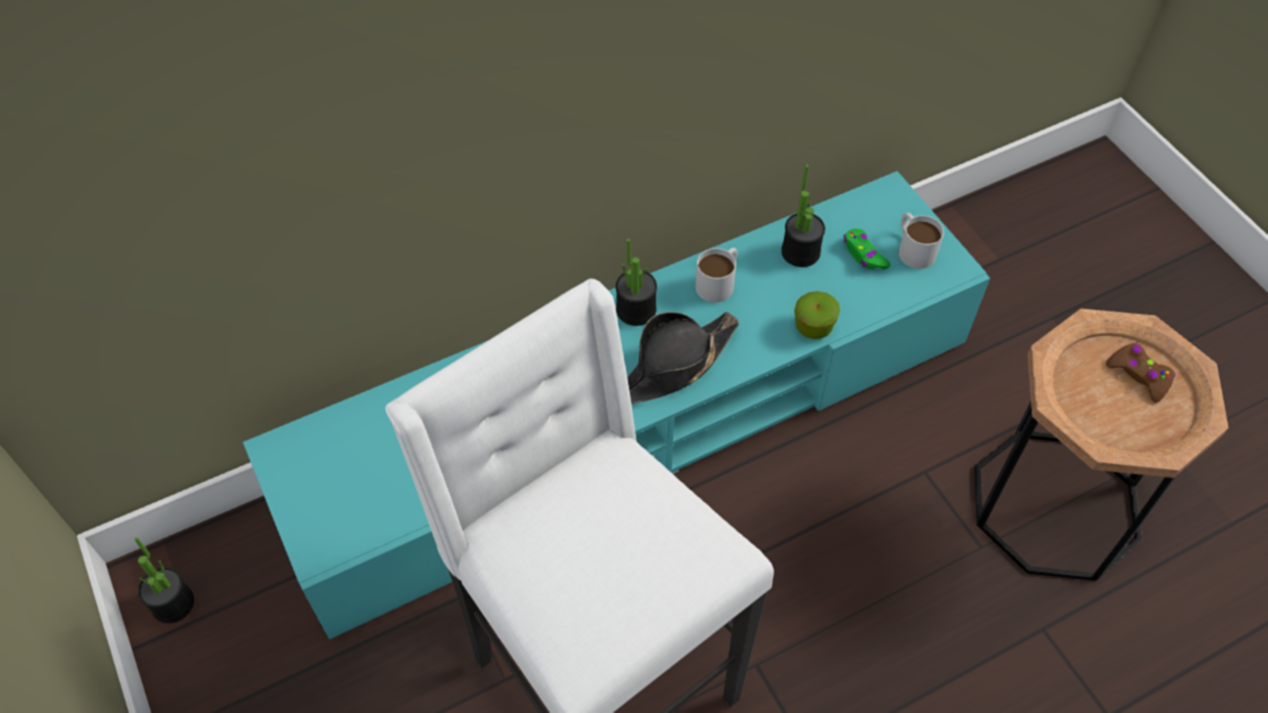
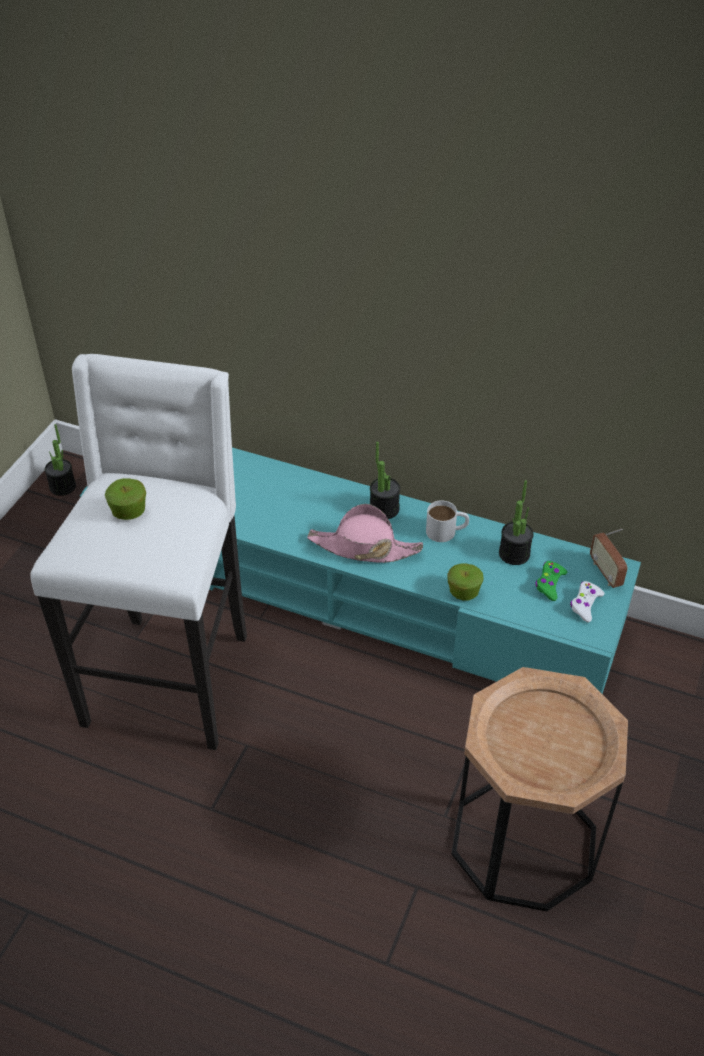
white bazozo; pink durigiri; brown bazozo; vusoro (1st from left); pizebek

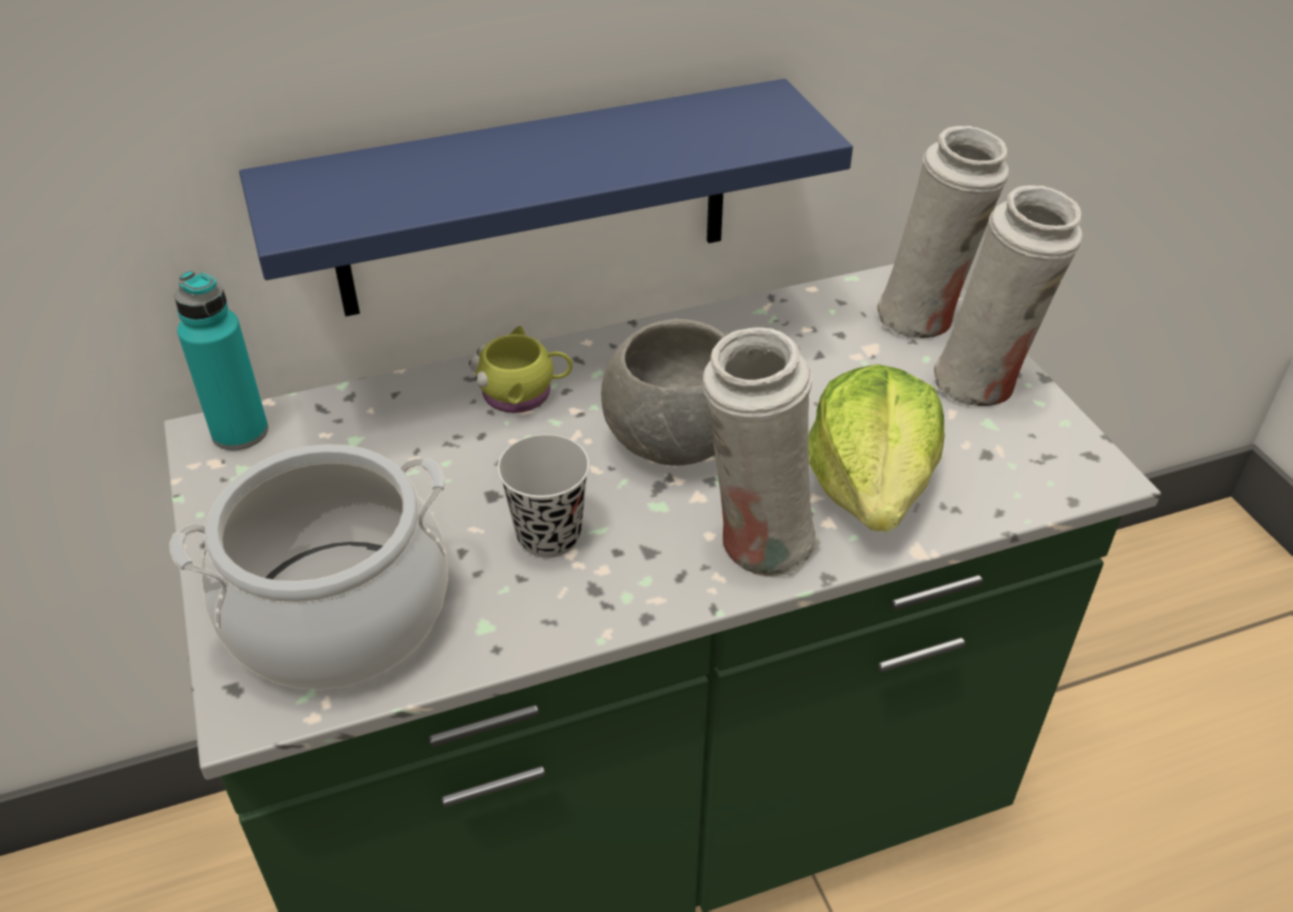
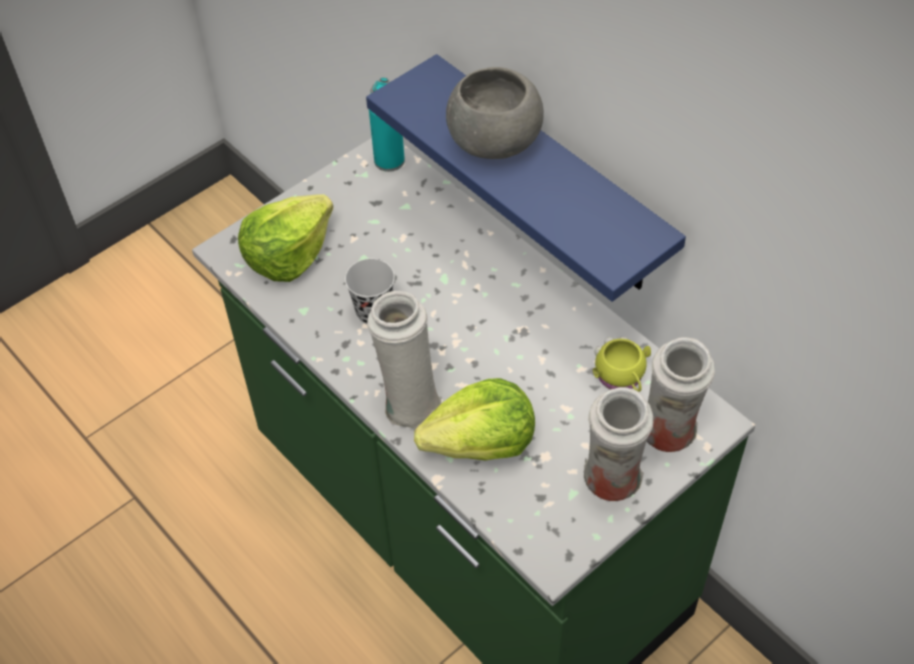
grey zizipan; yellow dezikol; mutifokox (1st from left)

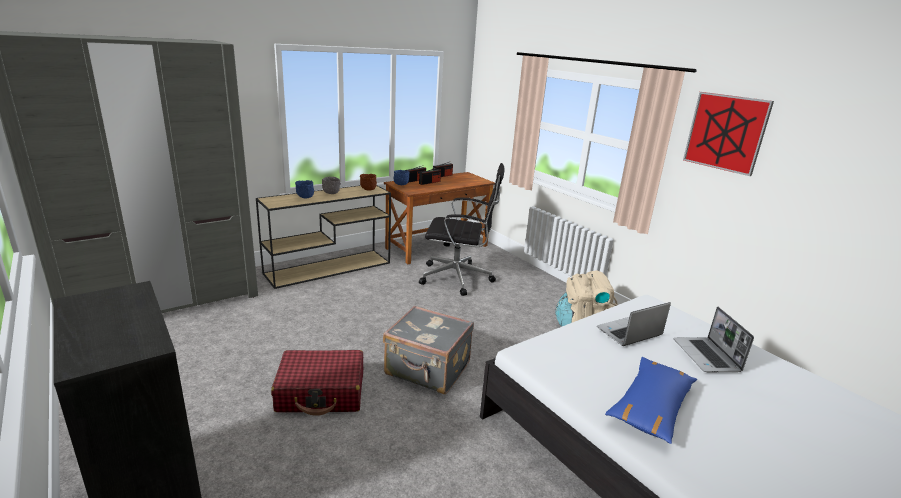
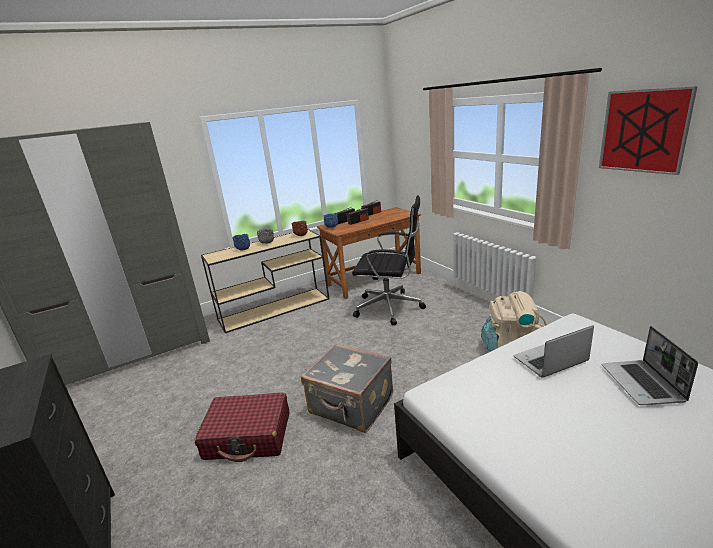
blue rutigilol

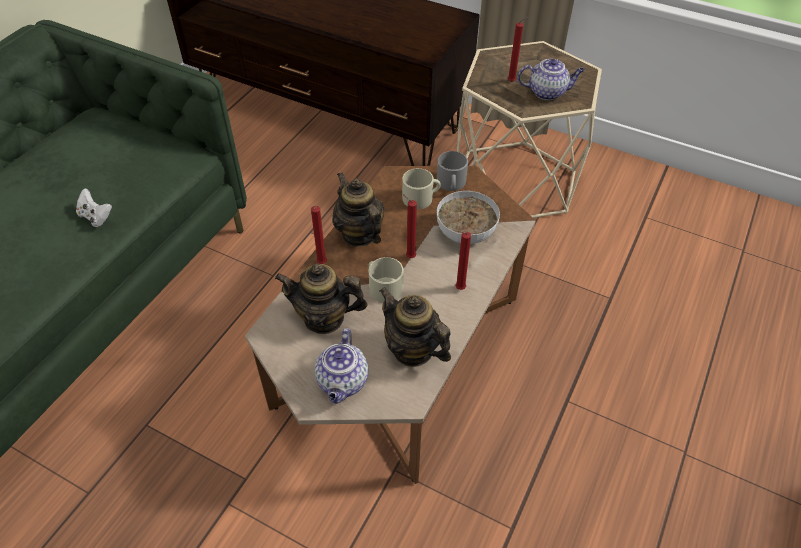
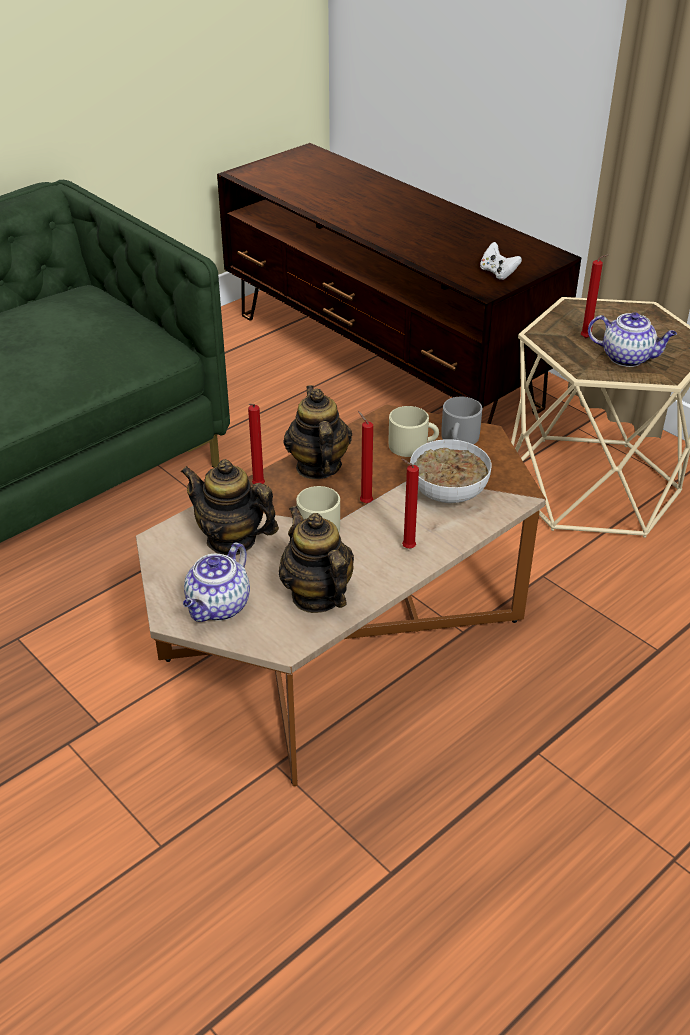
white bazozo

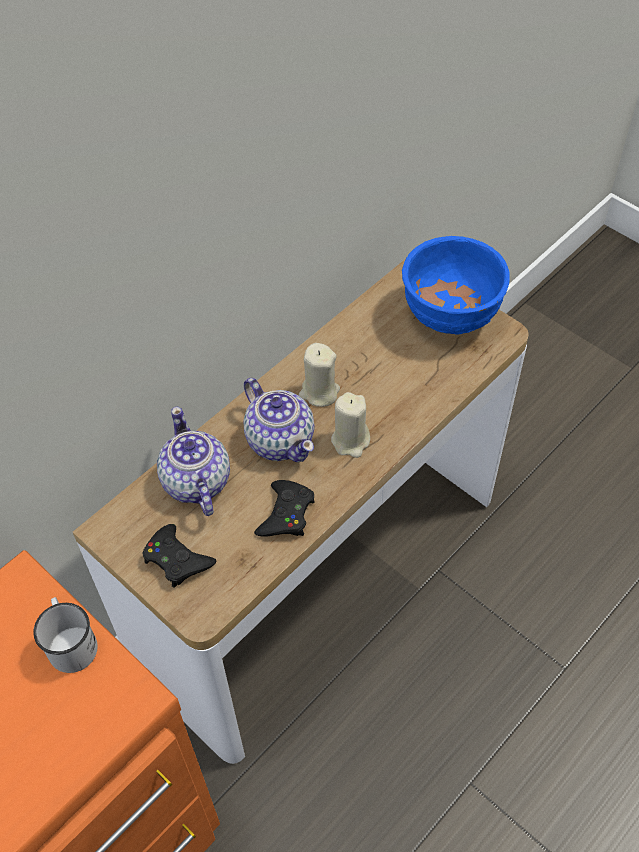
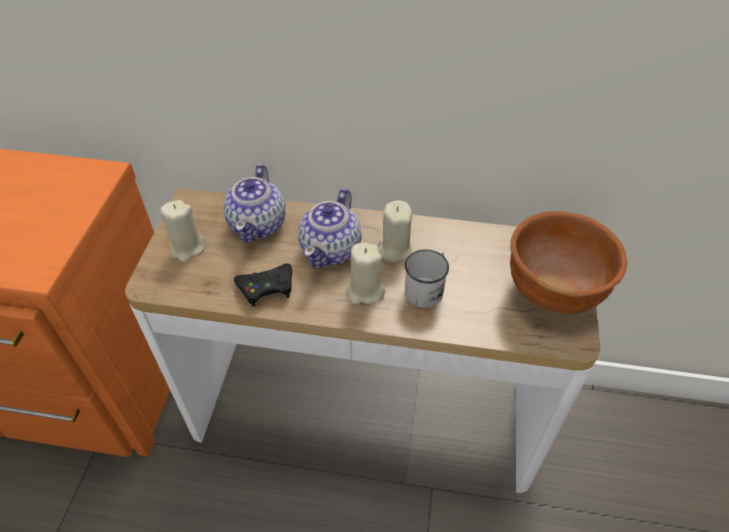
brown zizipan; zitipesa (1st from left); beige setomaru (1st from left); white dezikol

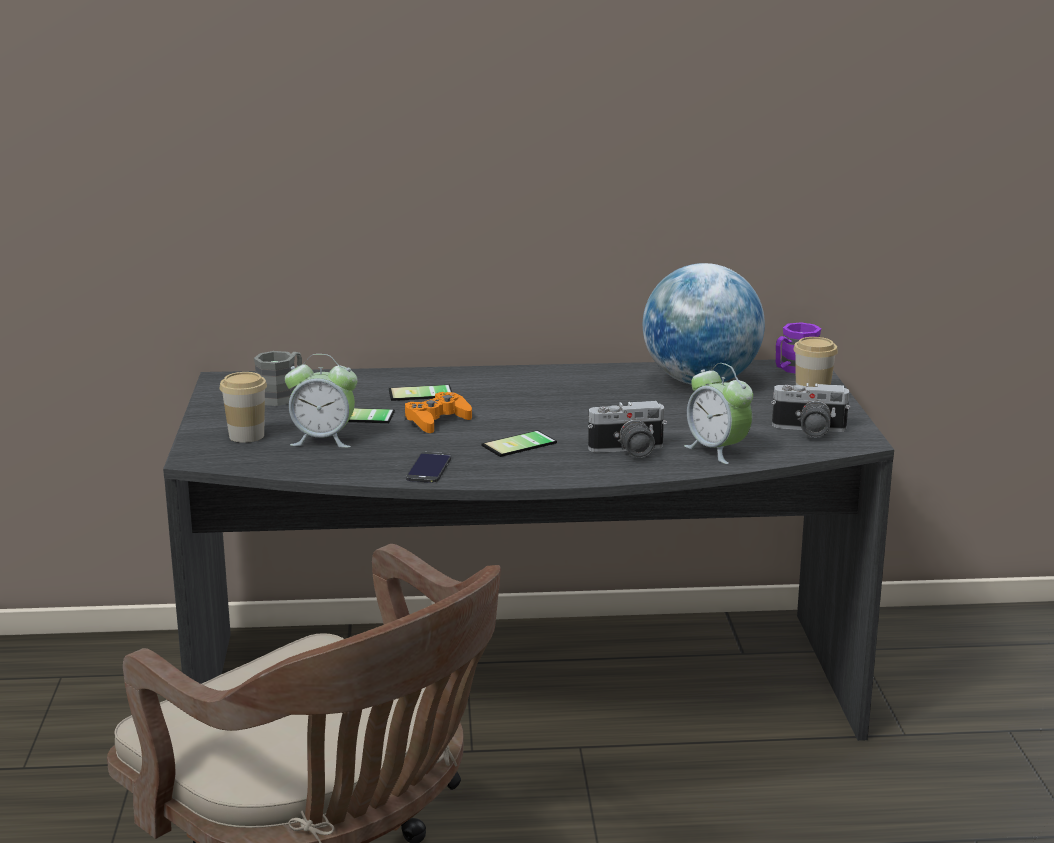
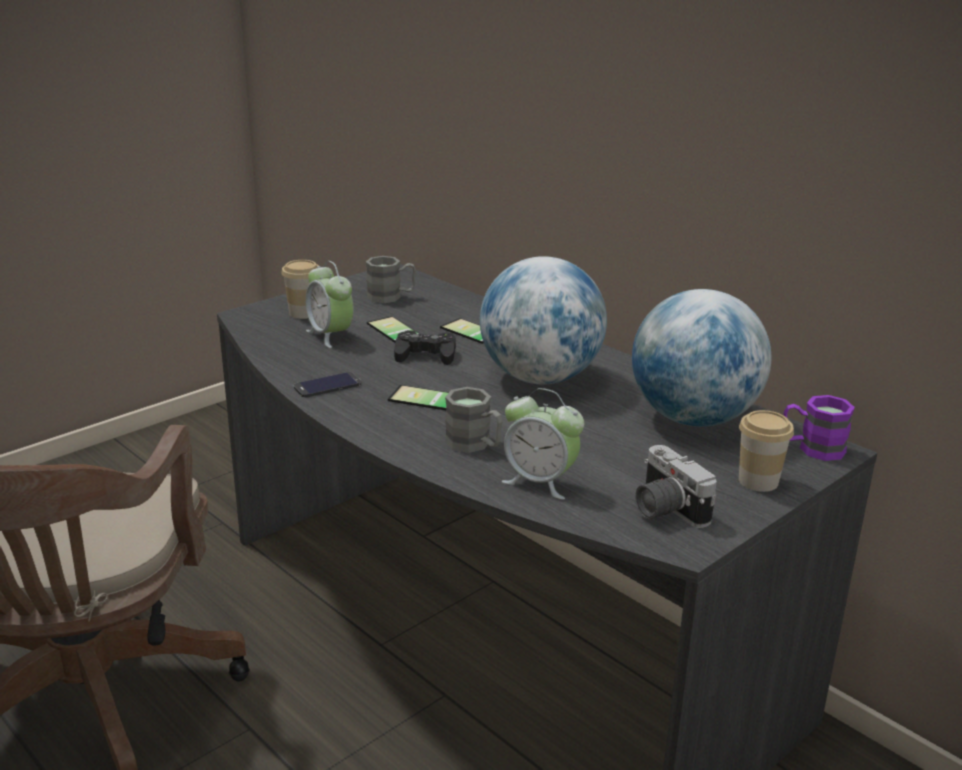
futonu (2nd from left); black bazozo; grey dezikol (2nd from left); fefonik (1st from left)

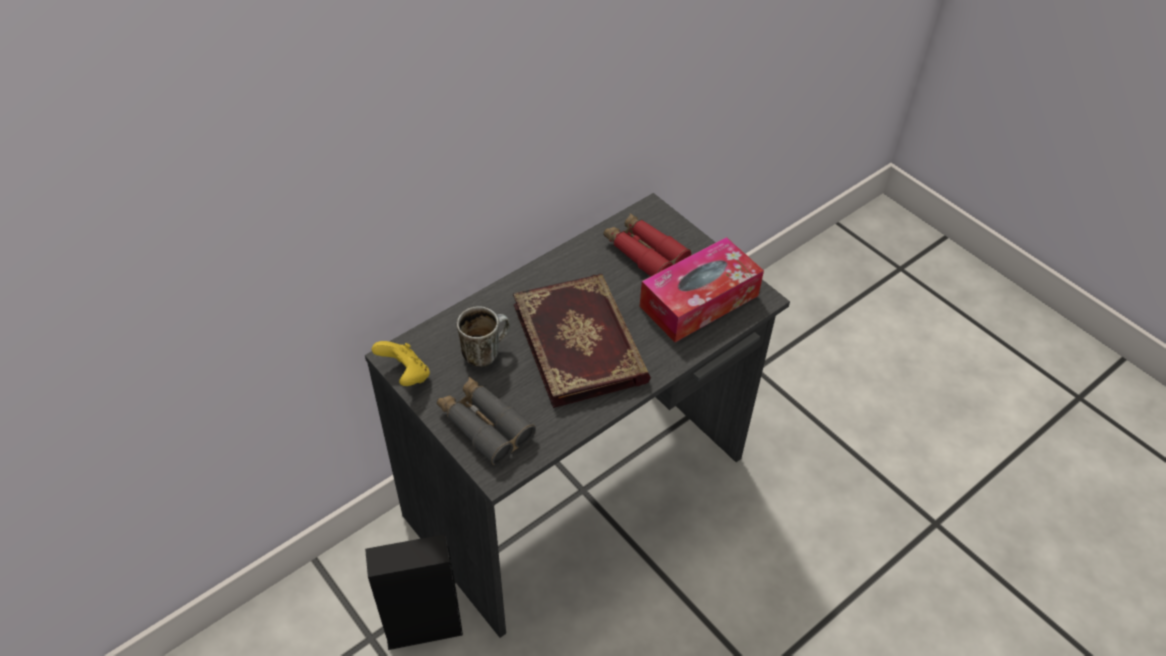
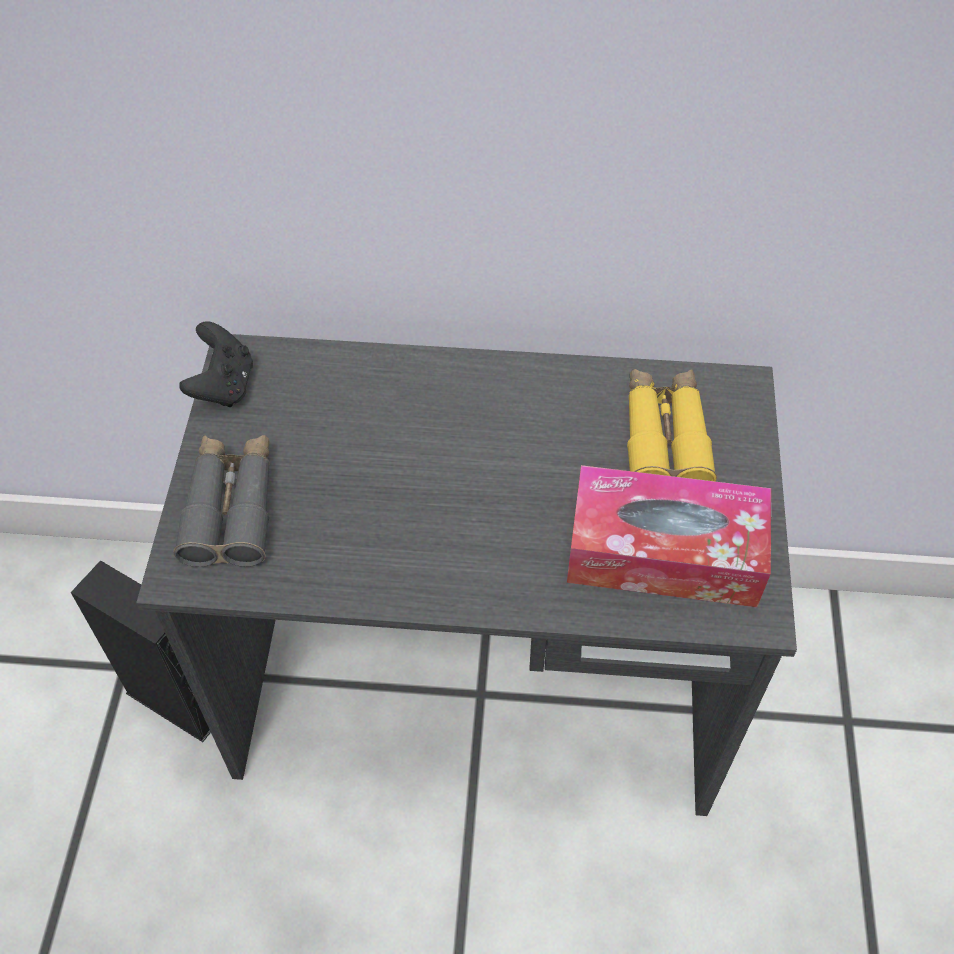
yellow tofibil; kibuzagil; dezikol; black bazozo

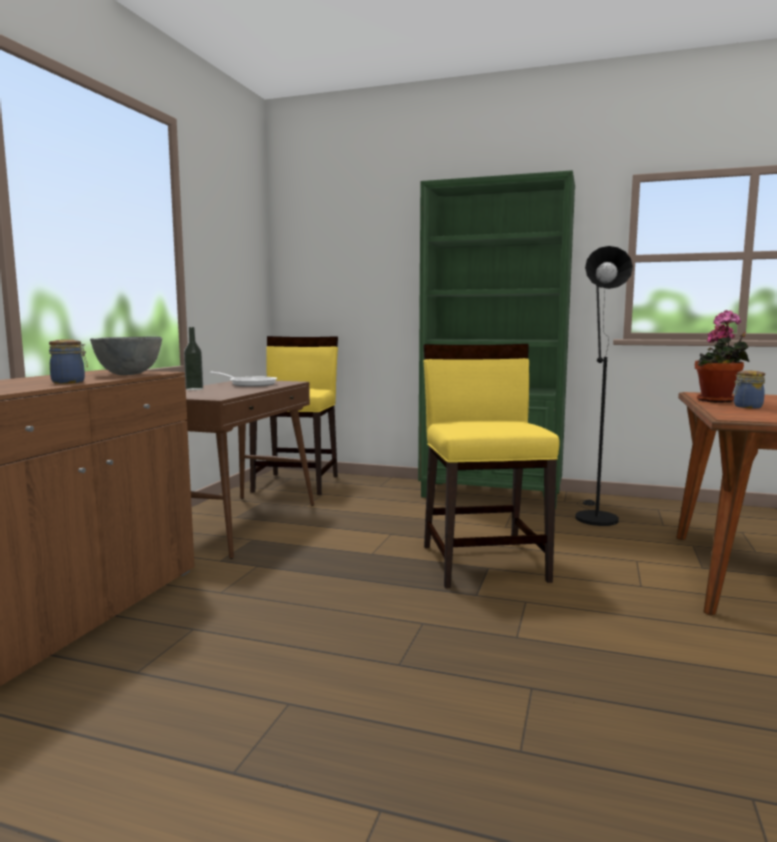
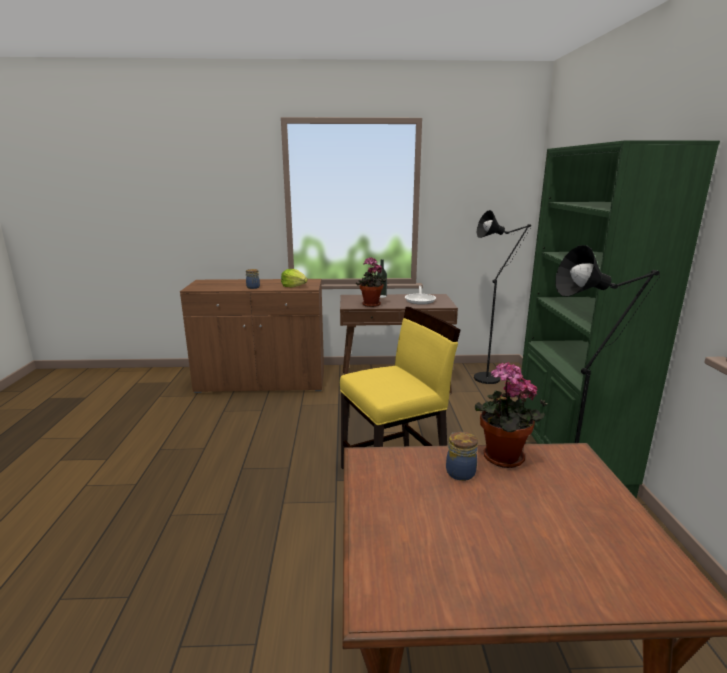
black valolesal (1st from left); mutifokox; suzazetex (1st from left)

